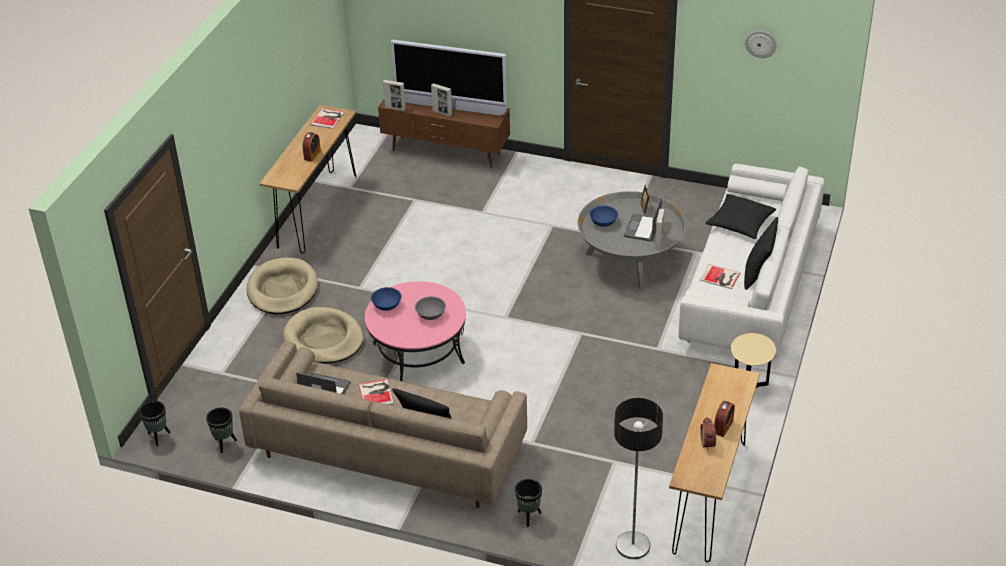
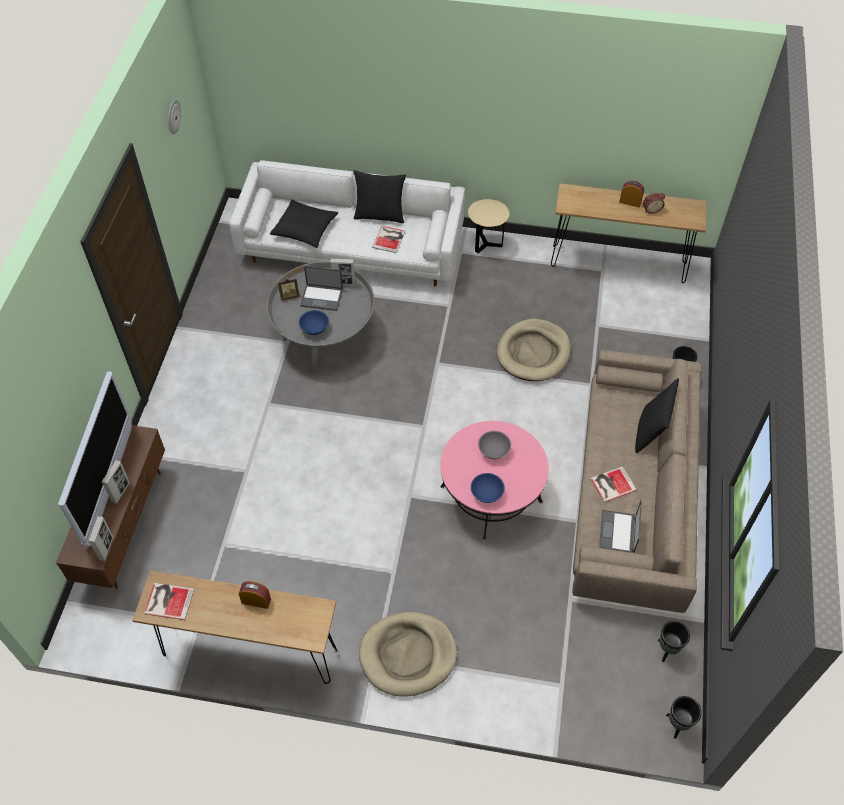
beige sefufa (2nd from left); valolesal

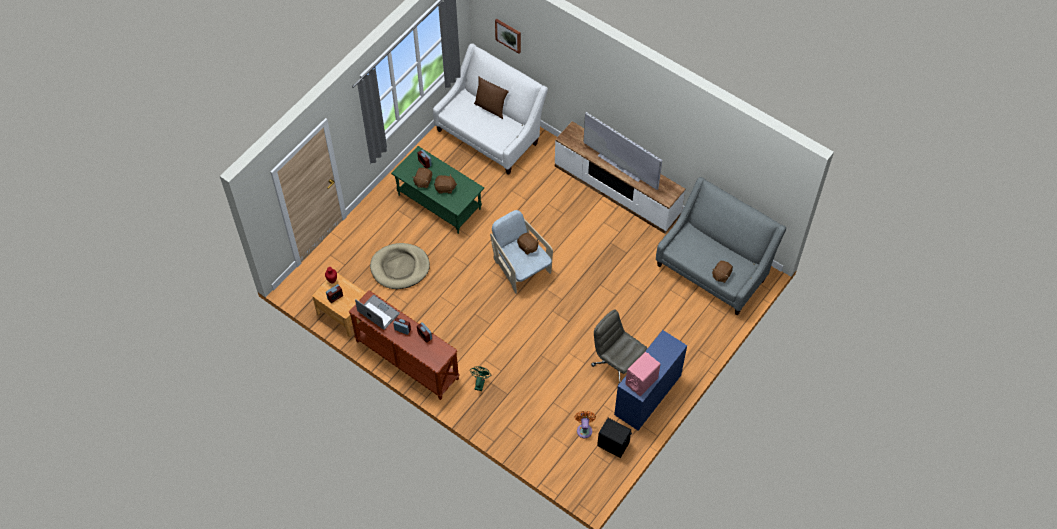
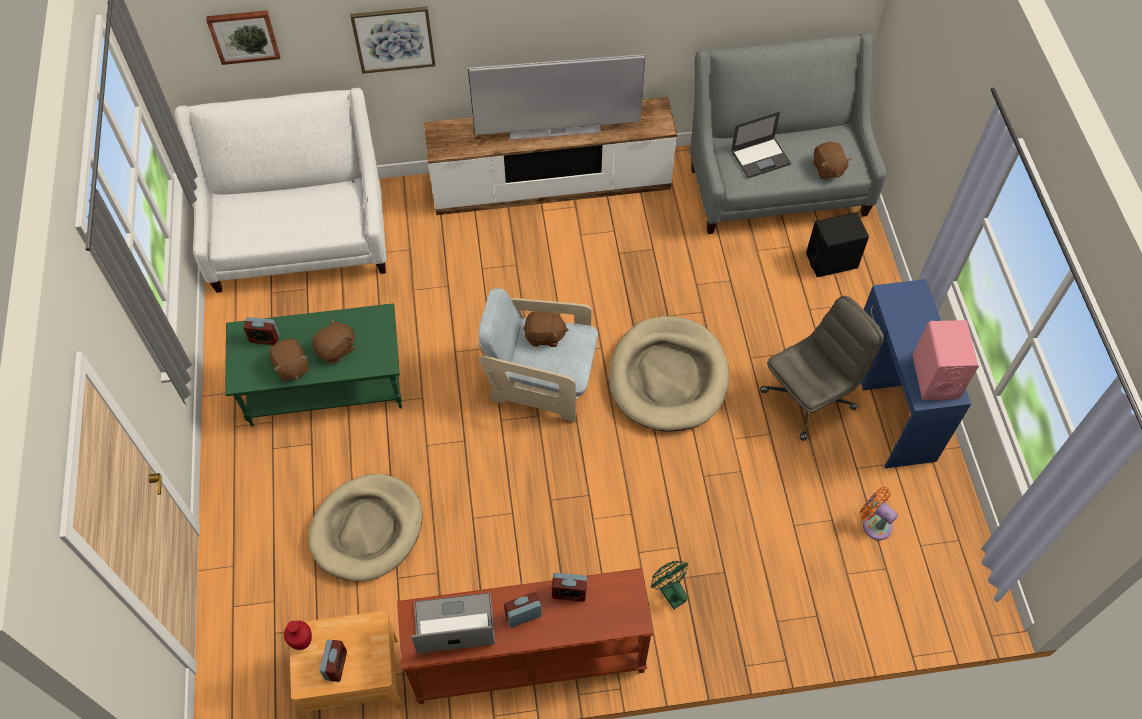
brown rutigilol; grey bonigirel; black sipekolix; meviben (2nd from left); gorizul (2nd from left); beige sefufa (2nd from left)

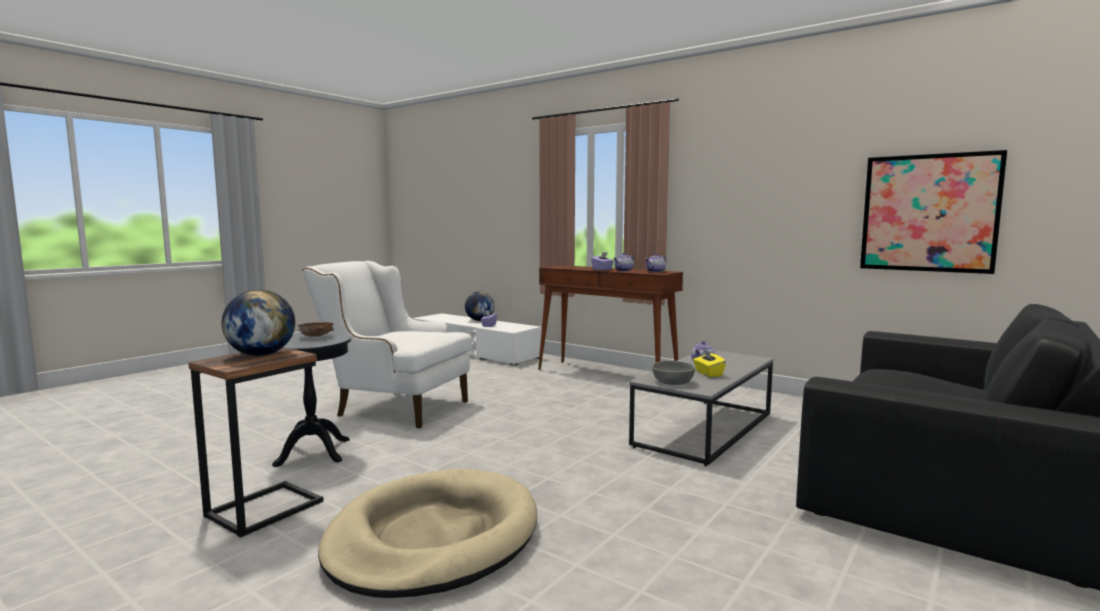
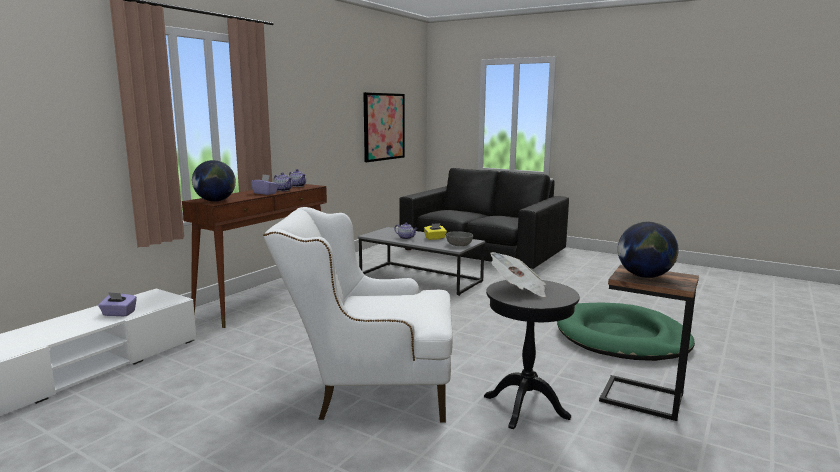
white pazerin; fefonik (1st from left); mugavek; green sefufa

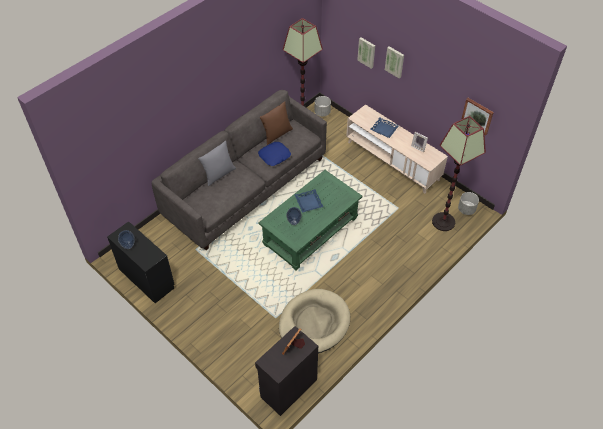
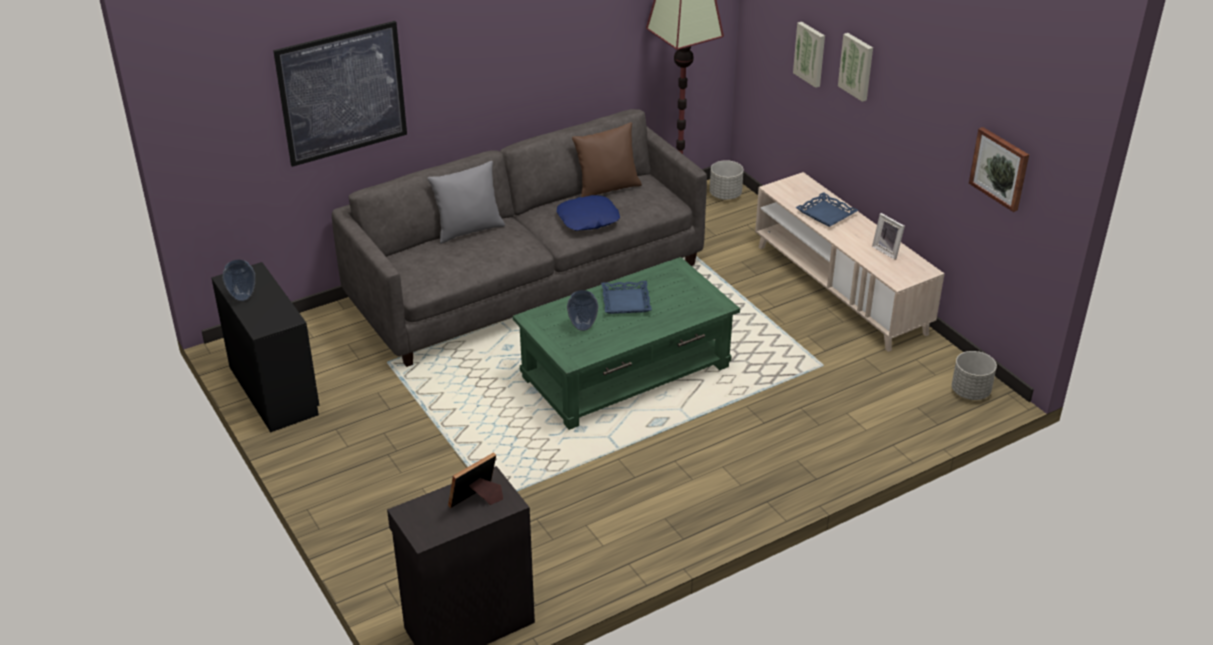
valolesal (2nd from left in the first image); beige sefufa; meviben (1st from left)

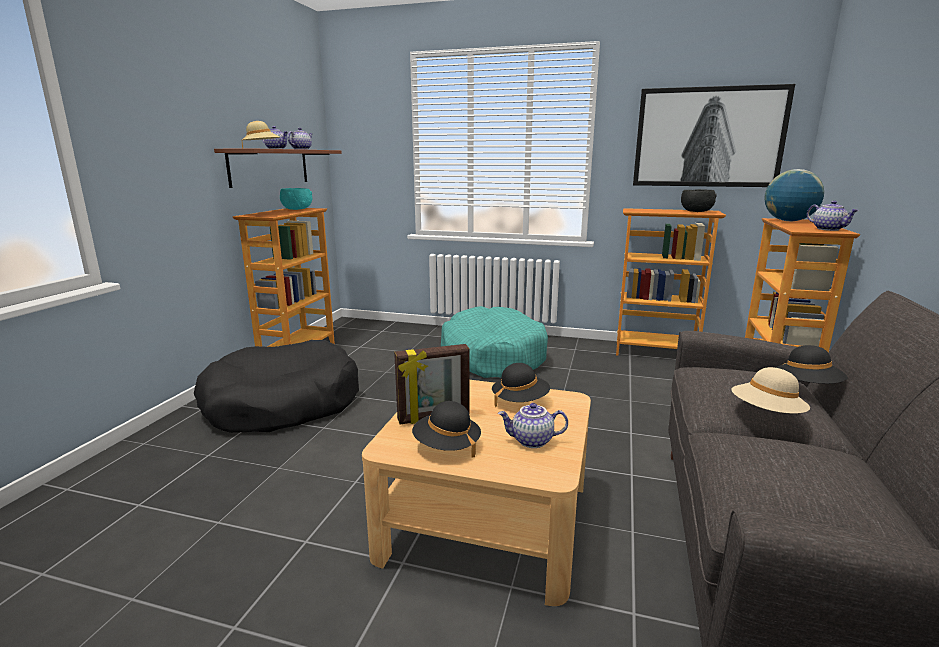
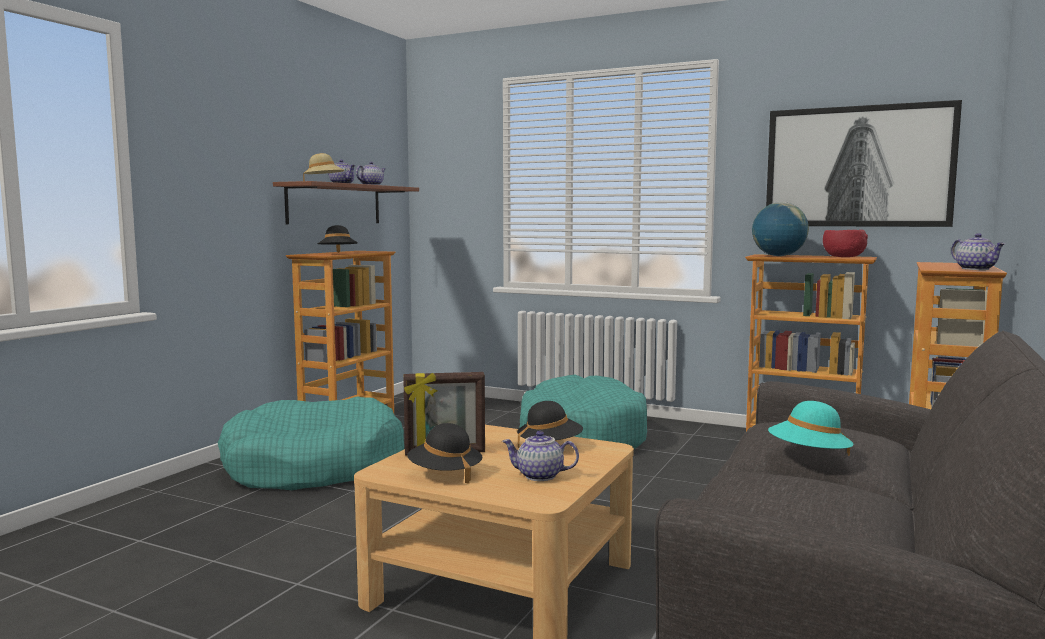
fefonik; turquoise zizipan; red zizipan; turquoise sefufa (1st from left); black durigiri (1st from left); turquoise durigiri

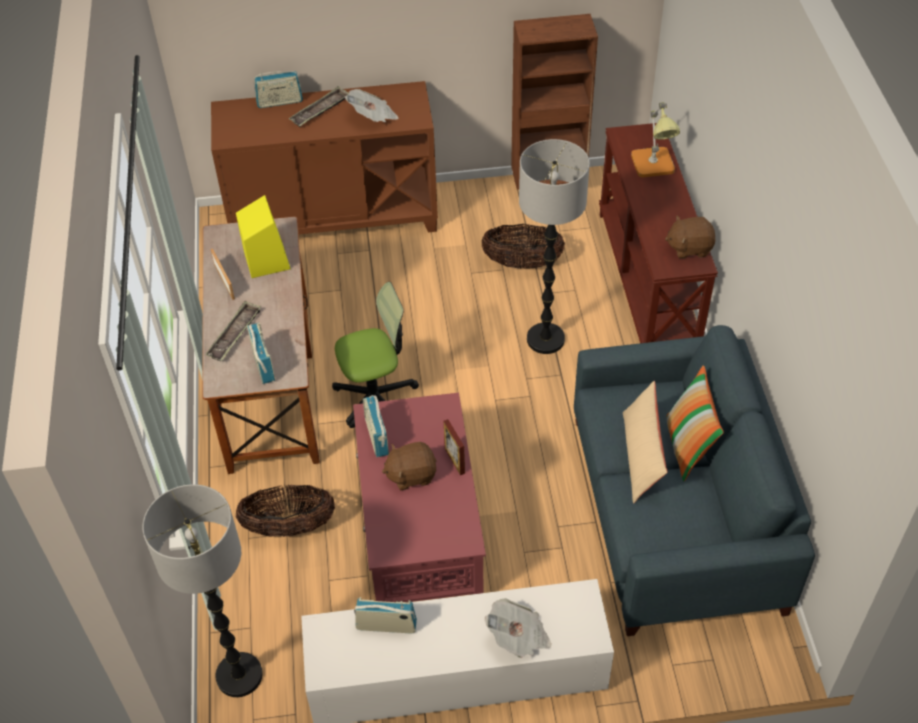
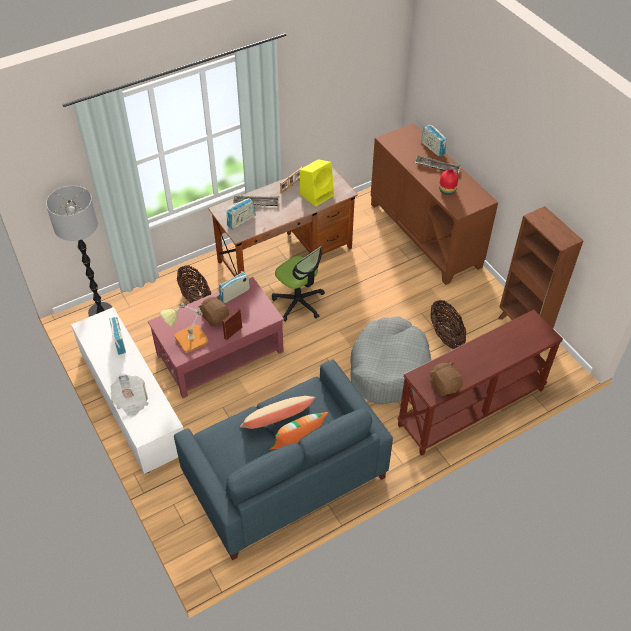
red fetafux; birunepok; grey sefufa

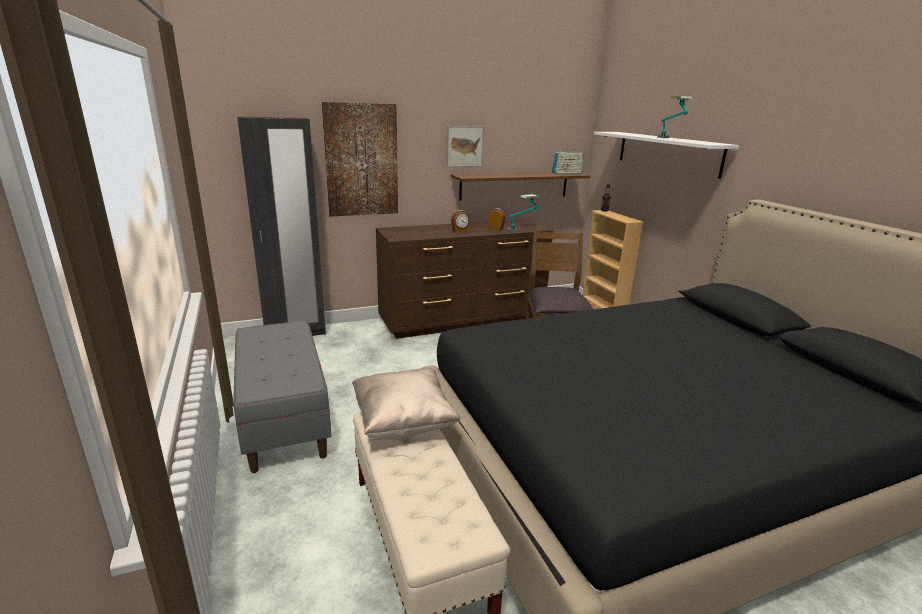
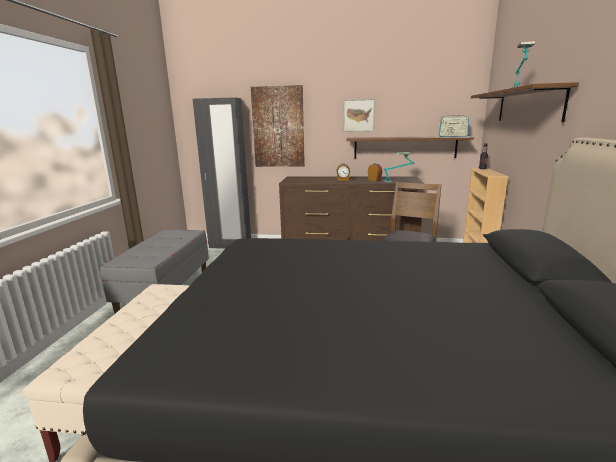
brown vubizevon (2nd from left); beige rutigilol

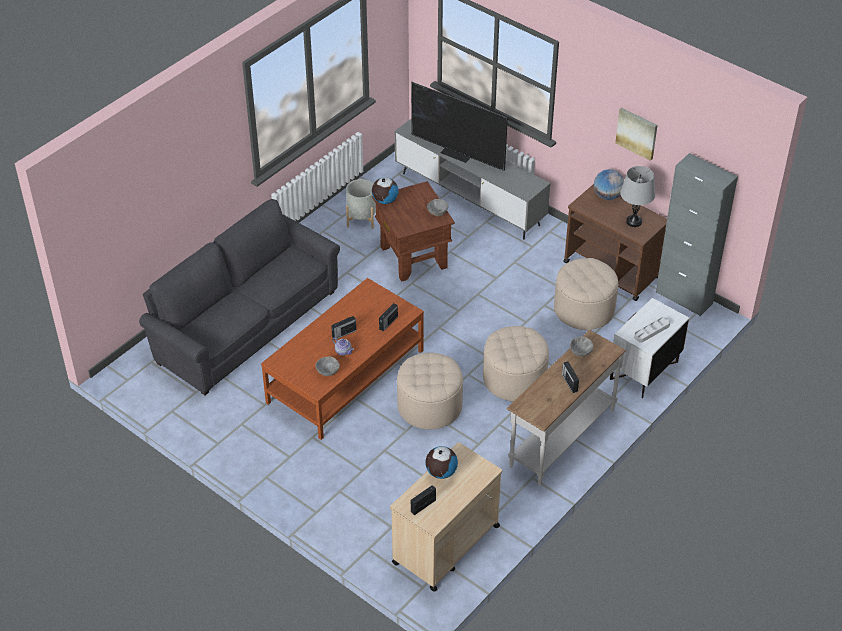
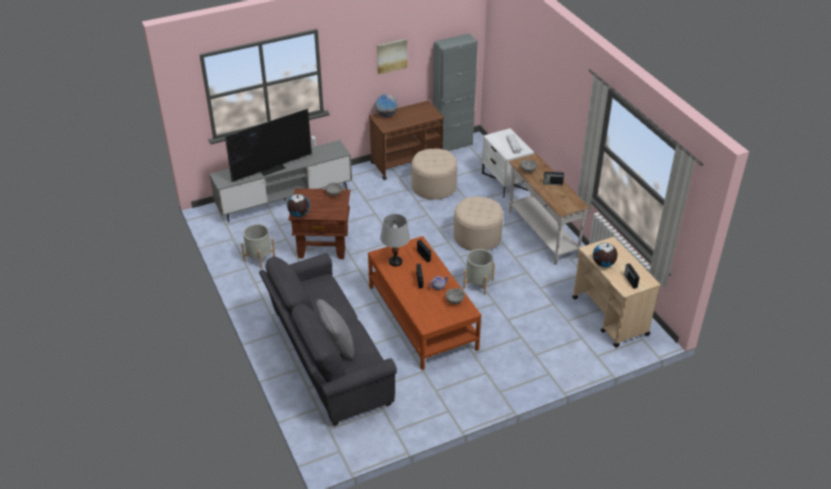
grey birunepok; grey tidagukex (2nd from left); grey rutigilol

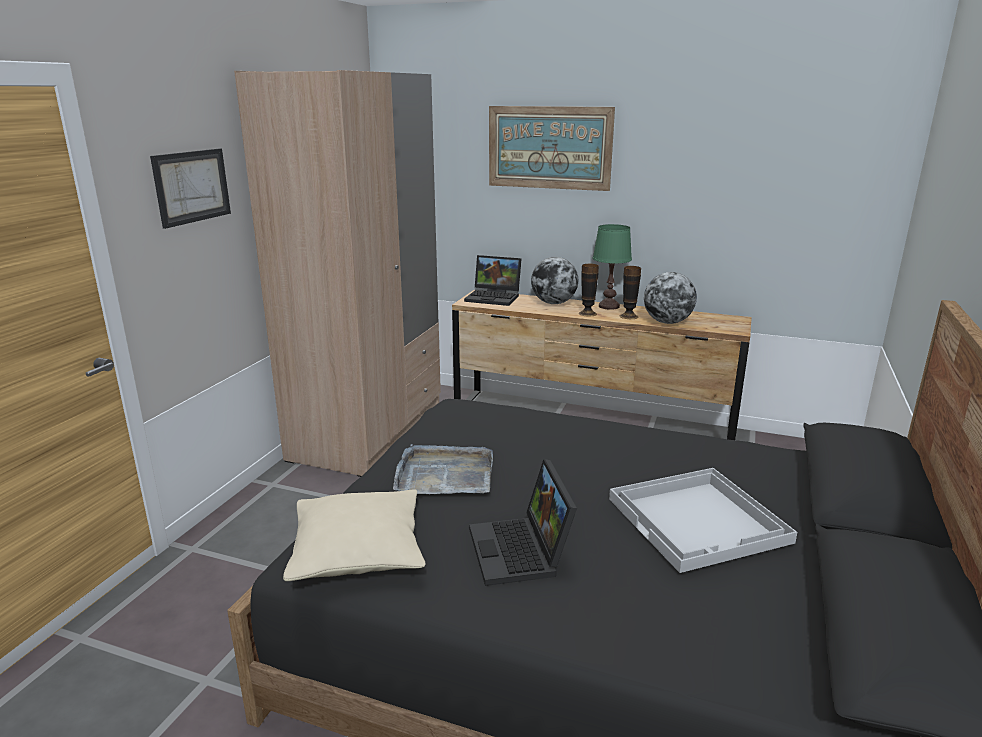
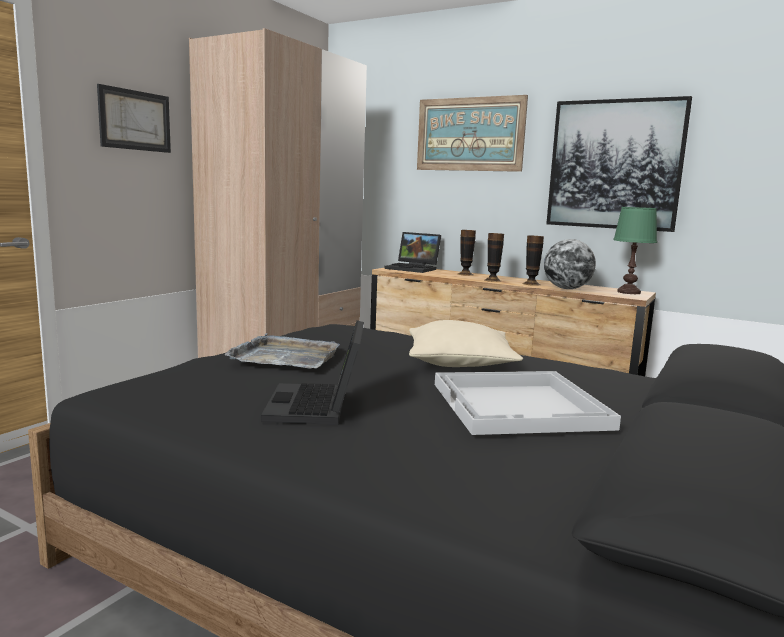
green birunepok; fetafux (1st from left); beige rutigilol; meviben (3rd from left)

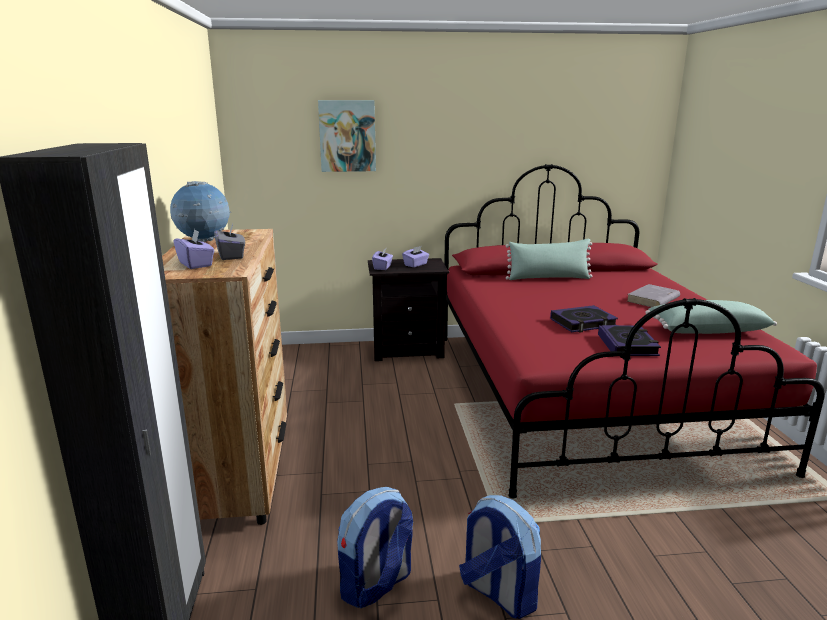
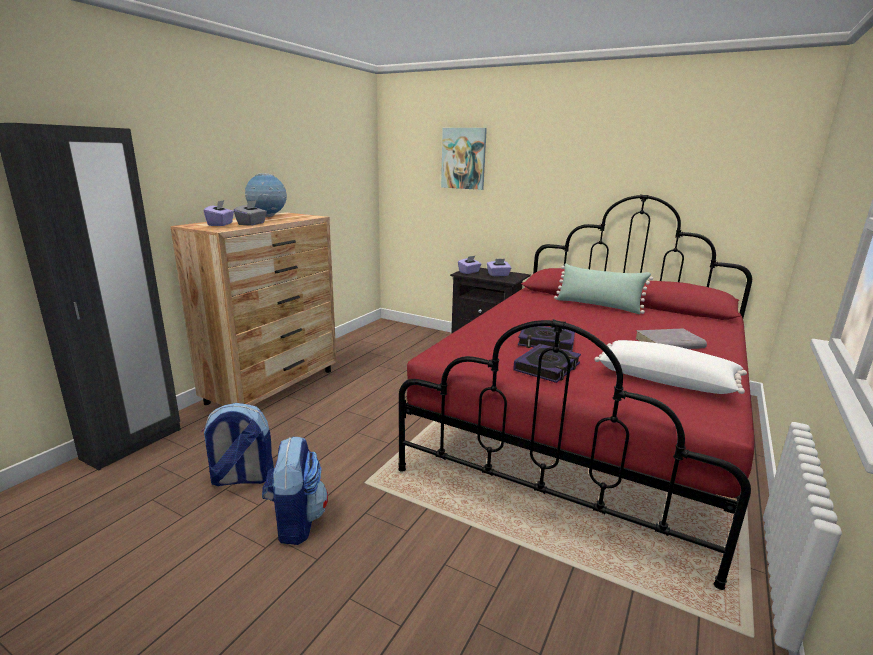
white rutigilol

